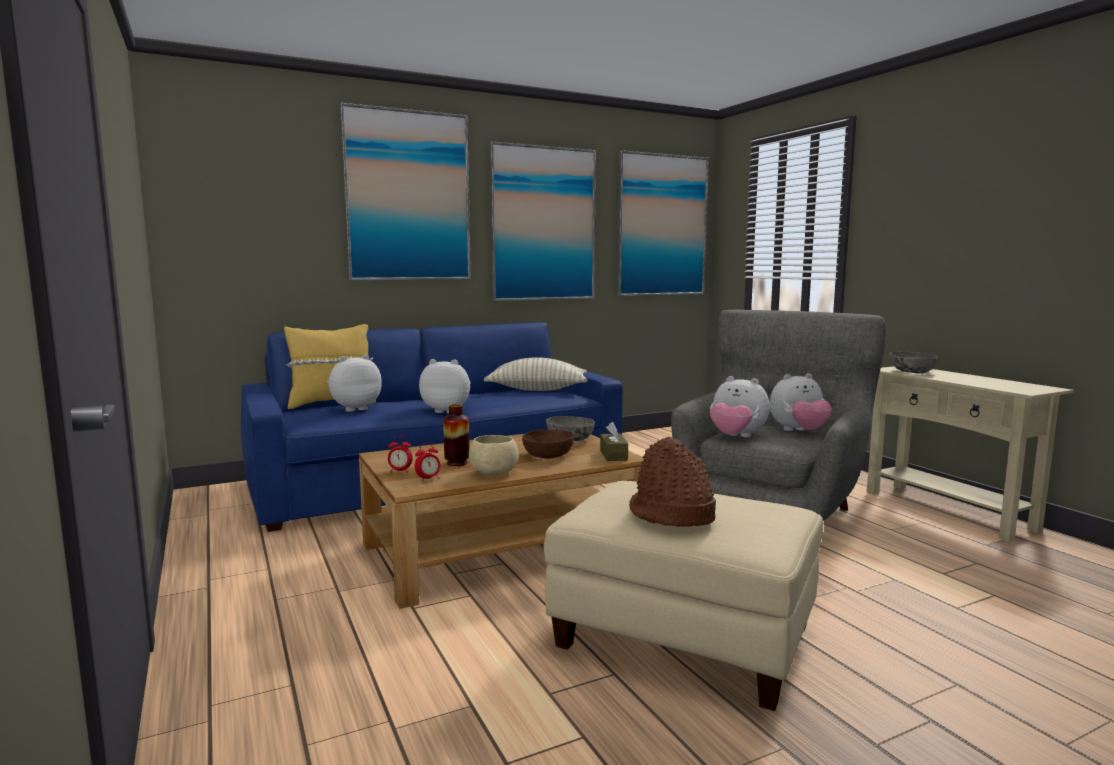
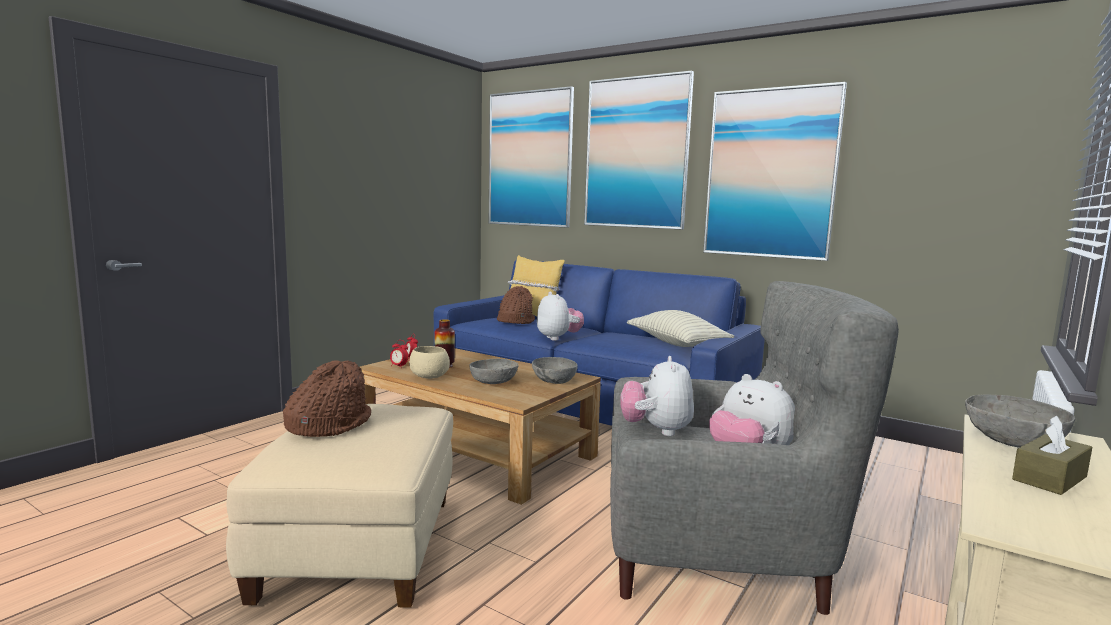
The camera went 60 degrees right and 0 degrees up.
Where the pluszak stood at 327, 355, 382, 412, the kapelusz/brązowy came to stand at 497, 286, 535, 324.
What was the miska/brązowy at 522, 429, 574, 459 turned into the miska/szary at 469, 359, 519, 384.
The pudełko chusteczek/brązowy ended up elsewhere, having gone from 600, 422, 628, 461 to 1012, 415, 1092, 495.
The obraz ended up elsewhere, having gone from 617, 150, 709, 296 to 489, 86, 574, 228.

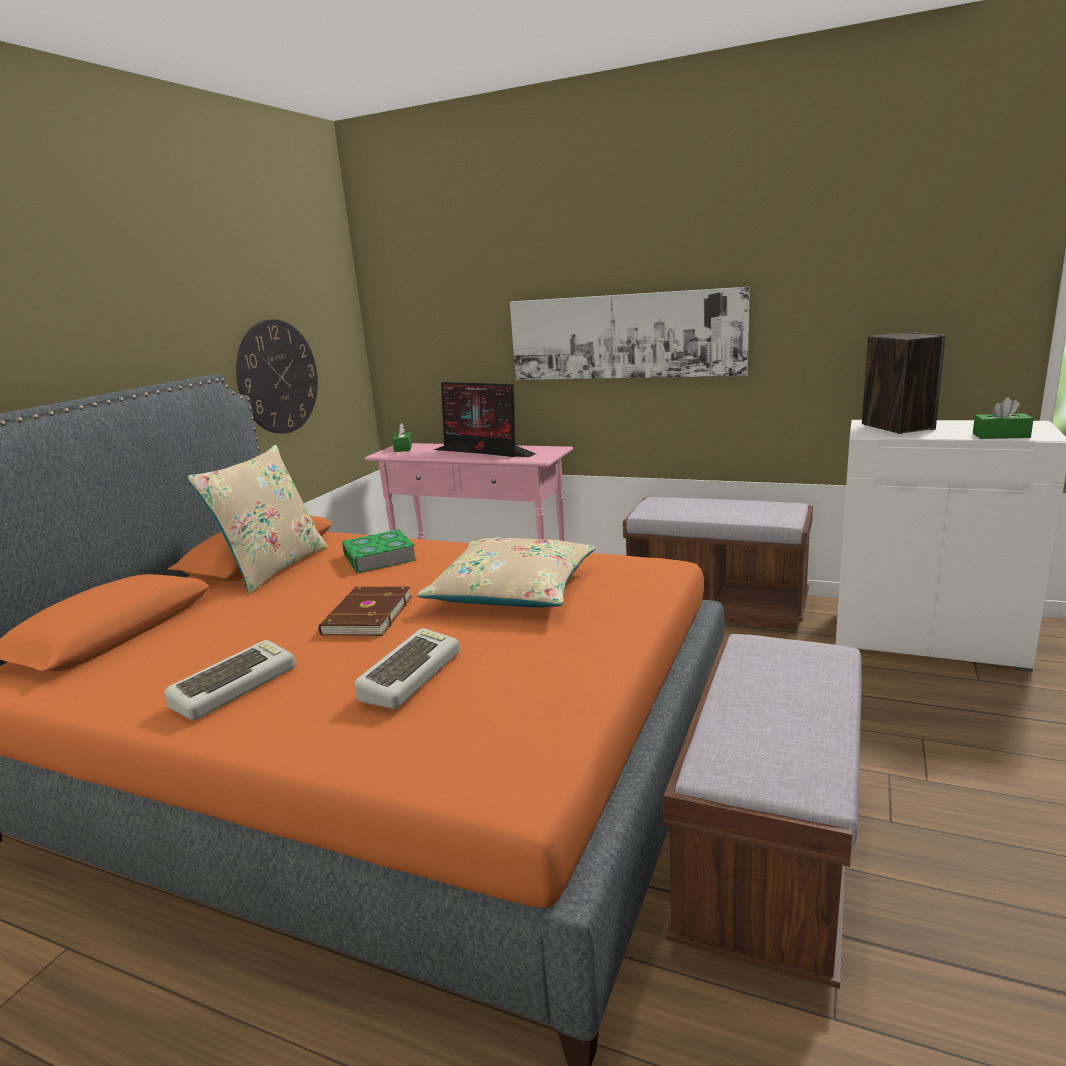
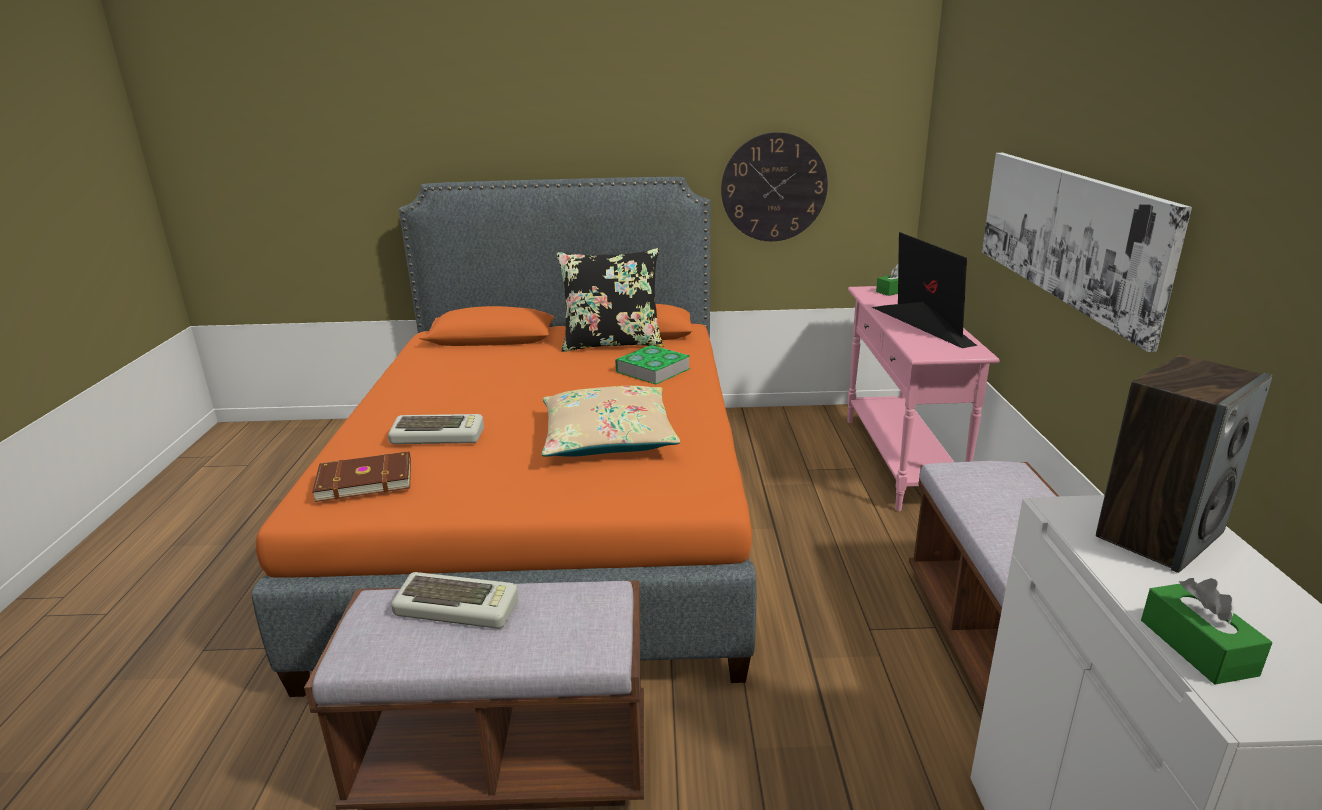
The camera went 65 degrees right and 5 degrees up.
The klawiatura ended up elsewhere, having gone from 164, 640, 295, 720 to 391, 572, 519, 629.
What was the poduszka/beżowy at 187, 445, 328, 594 turned into the poduszka/czarny at 557, 248, 663, 352.
The książka/brązowy ended up elsewhere, having gone from 318, 587, 412, 636 to 312, 451, 411, 502.
The monitor at 434, 382, 536, 457 ended up facing another way, 150 degrees clockwise from before.

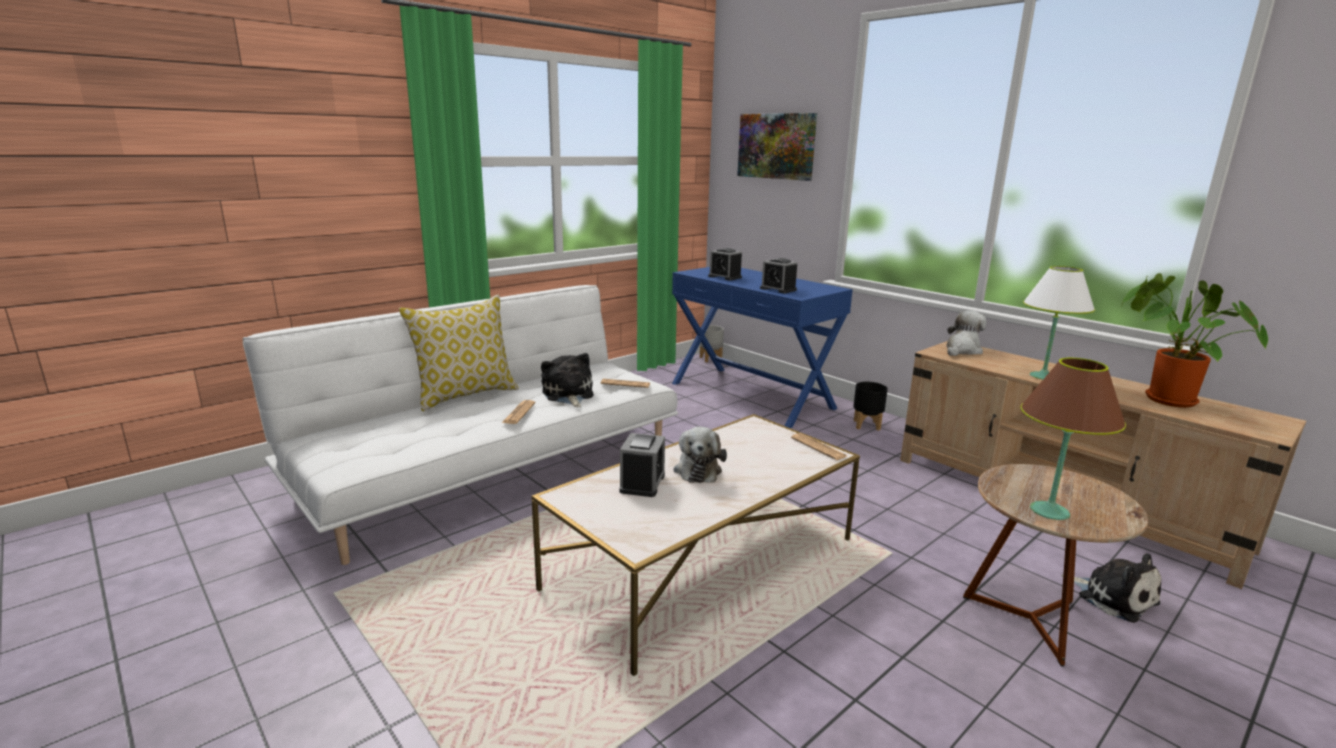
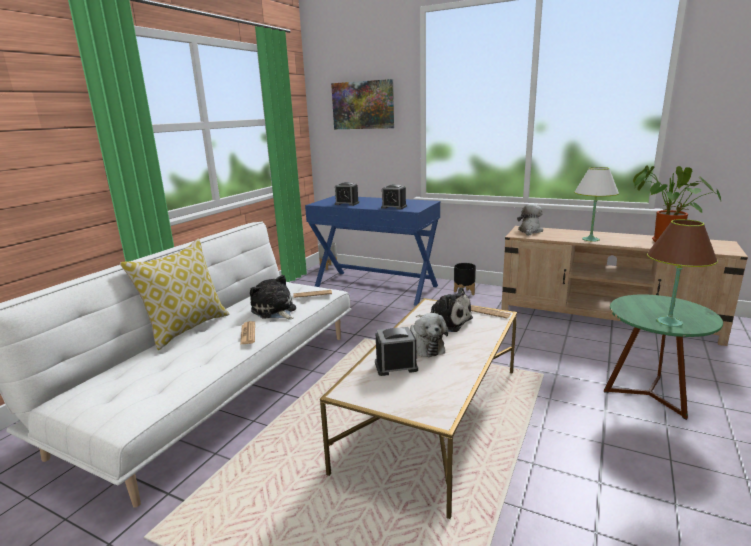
The camera went 20 degrees left and 0 degrees up.
The budzik at 620, 433, 665, 497 ended up facing another way, 90 degrees counterclockwise from before.
What was the stolik/brązowy at 963, 464, 1148, 667 turned into the stolik/zielony at 604, 294, 723, 420.
The pluszak ended up elsewhere, having gone from 1061, 553, 1162, 623 to 416, 288, 473, 332.

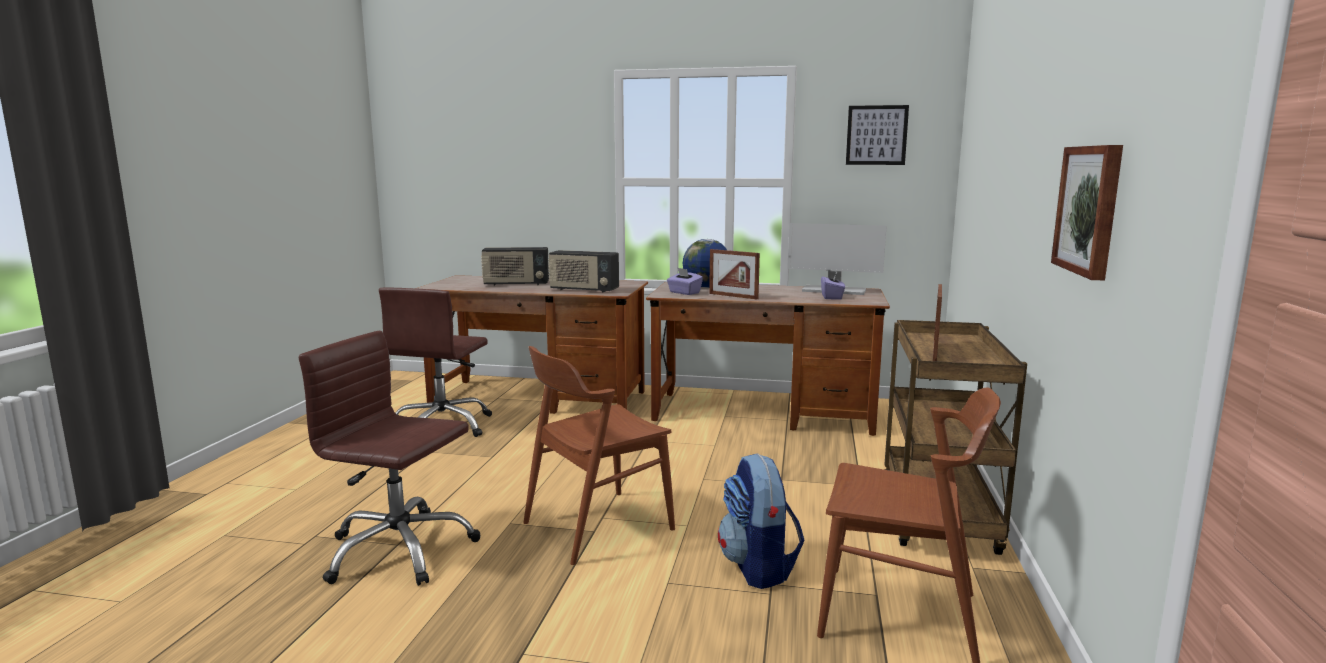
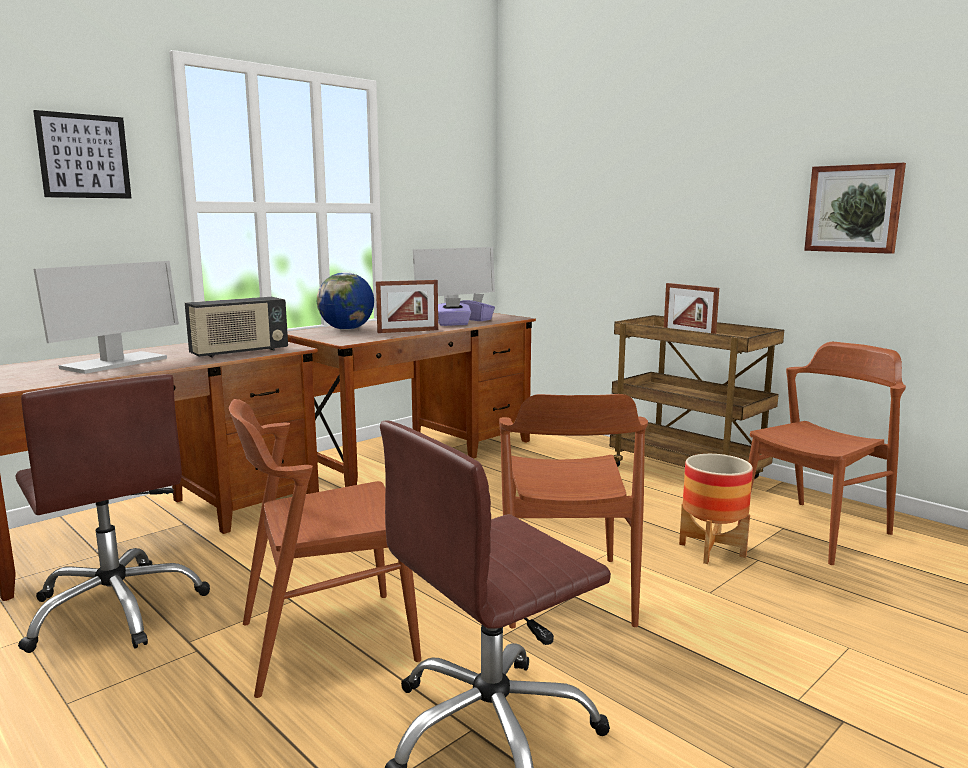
The camera went 55 degrees left and 0 degrees up.
Where the radio stood at 481, 247, 549, 286, the monitor came to stand at 34, 261, 179, 374.
The pudełko chusteczek/fioletowy ended up elsewhere, having gone from 667, 267, 703, 295 to 438, 298, 471, 326.
Where the plecak stood at 718, 454, 805, 589, the donica came to stand at 679, 454, 753, 564.
The obraz ended up elsewhere, having gone from 846, 105, 909, 165 to 33, 110, 131, 199.
The second view gained the krzesło/brązowy at 229, 399, 421, 698.

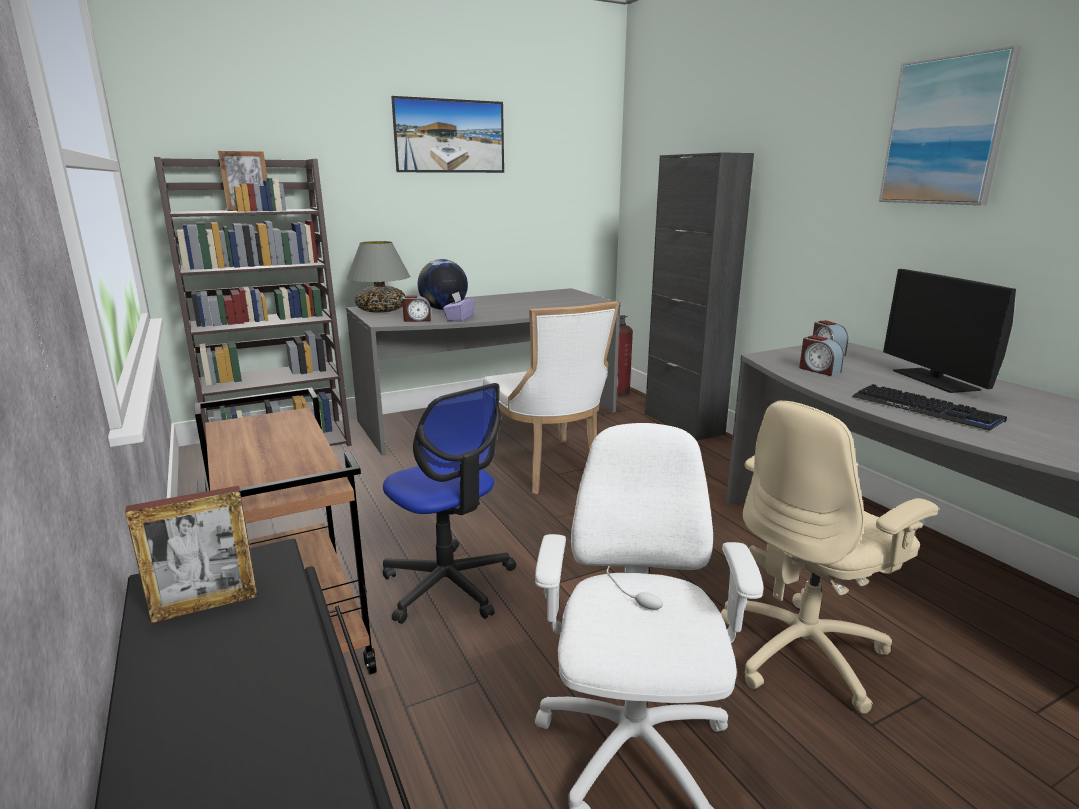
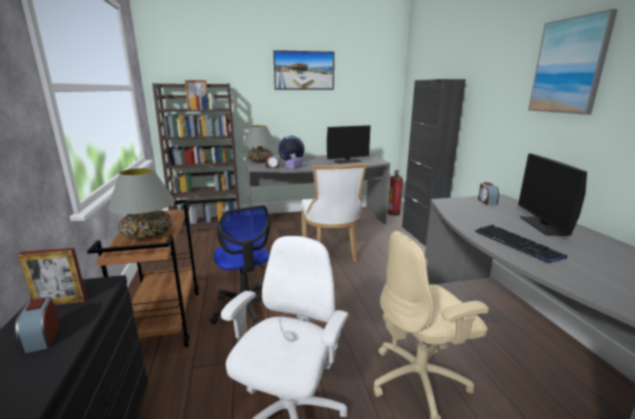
The camera went 15 degrees right and 0 degrees up.
The budzik ended up elsewhere, having gone from 799, 335, 844, 376 to 15, 297, 60, 354.
The second view gained the lampa stołowa/szary at 108, 168, 175, 239.
The second view gained the monitor at 327, 125, 371, 164.

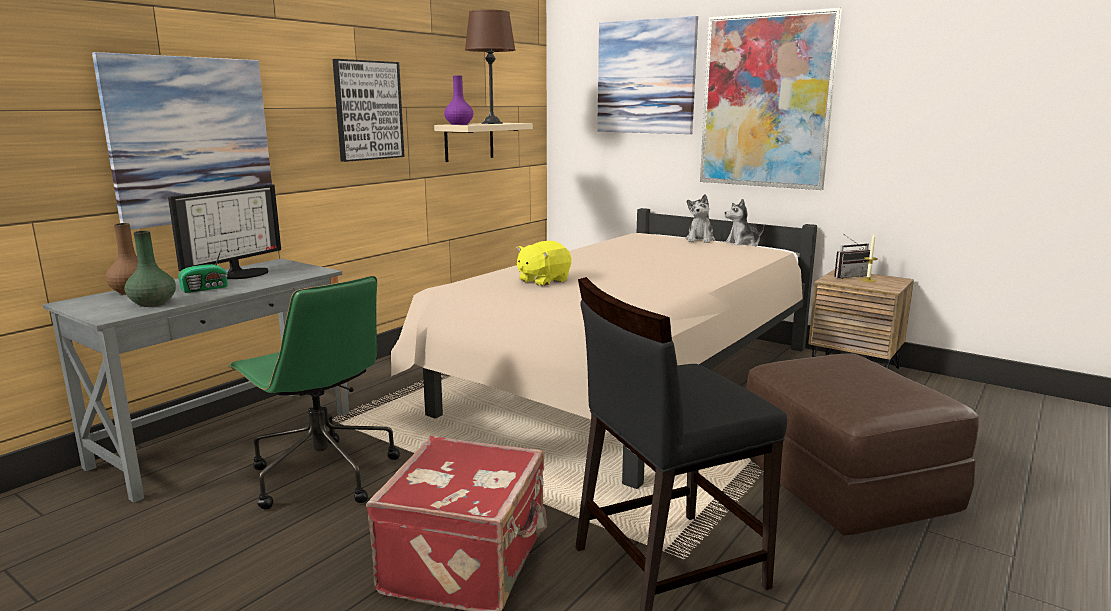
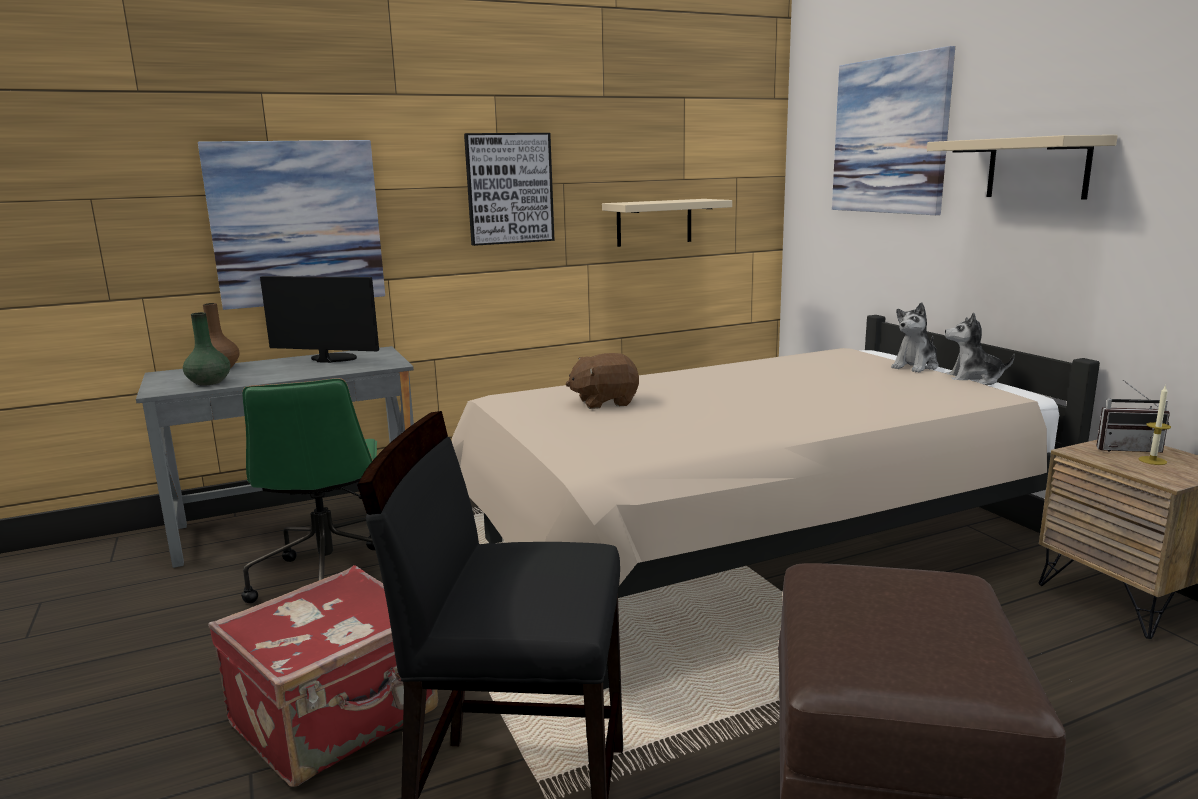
The camera went 30 degrees right and 0 degrees up.
The monitor at 168, 184, 281, 279 ended up facing another way, 135 degrees counterclockwise from before.
The second view lost the radio at 178, 244, 228, 293.
The second view lost the wazon/fioletowy at 444, 75, 473, 125.
The second view lost the lampa stołowa/brązowy at 465, 10, 515, 124.
What was the pluszak/żółty at 516, 241, 571, 286 turned into the pluszak/brązowy at 566, 353, 639, 409.
Where the obraz hung at 700, 8, 842, 190, the półka/beżowy came to hang at 927, 135, 1118, 200.

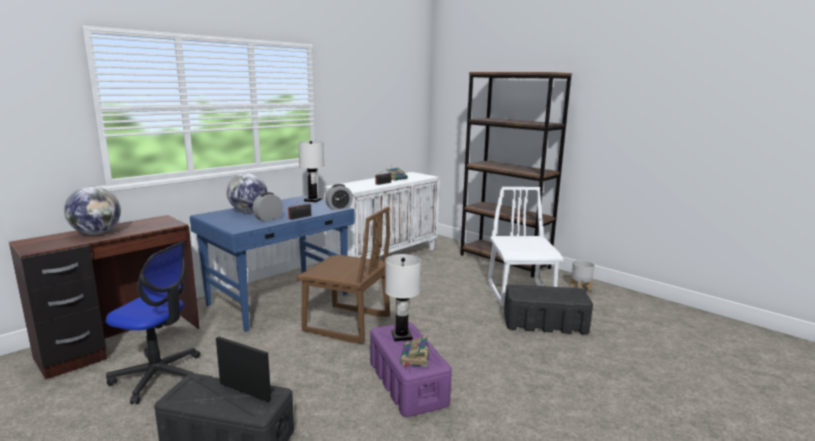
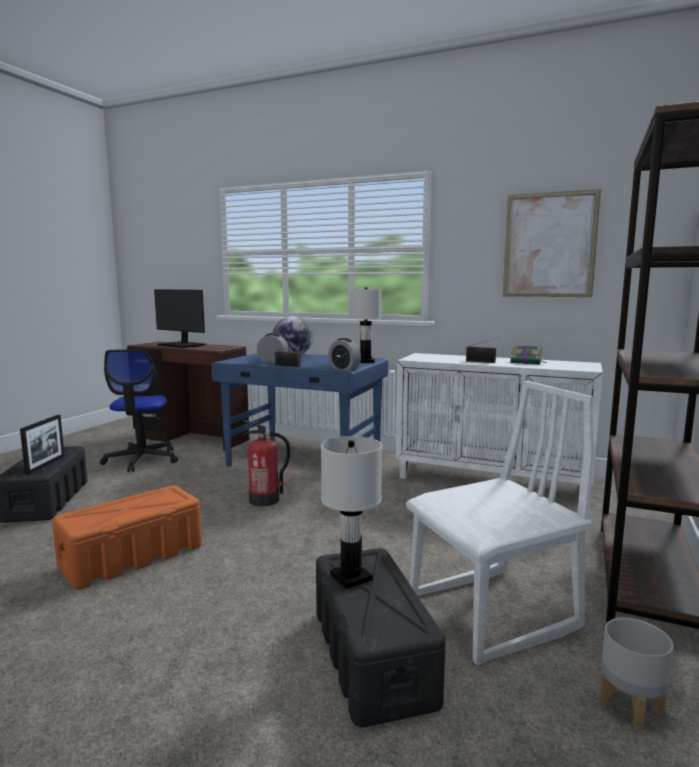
The camera went 70 degrees right and 5 degrees down.
Where the globus stood at 64, 187, 121, 235, the monitor came to stand at 154, 289, 206, 348.
Where the krzesło/brązowy stood at 296, 207, 390, 343, the gaśnica came to stand at 243, 420, 290, 507.
What was the pojemnik do przechowywania/fioletowy at 370, 322, 452, 417 turned into the pojemnik do przechowywania/pomarańczowy at 52, 485, 202, 590.
The lampa stołowa/biały ended up elsewhere, having gone from 385, 254, 421, 341 to 321, 436, 382, 589.
The second view lost the książka at 400, 335, 430, 367.
The second view gained the obraz at 503, 189, 601, 297.

